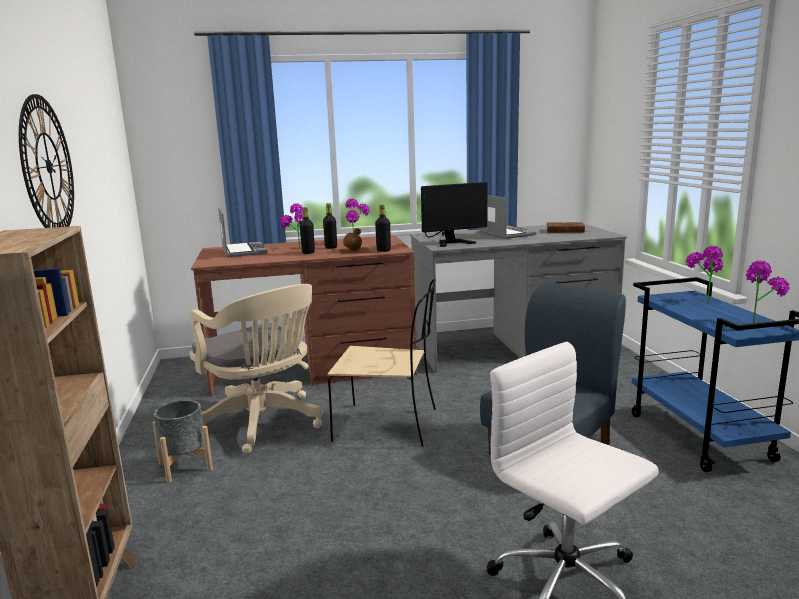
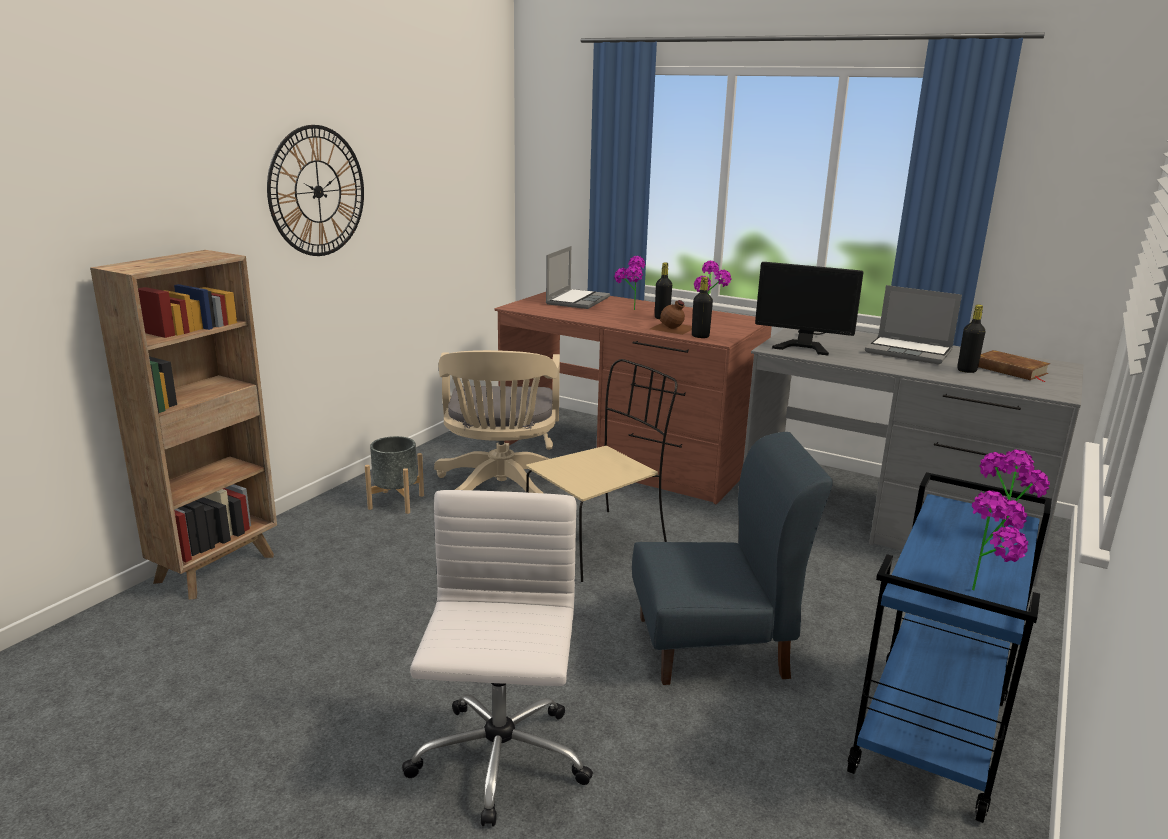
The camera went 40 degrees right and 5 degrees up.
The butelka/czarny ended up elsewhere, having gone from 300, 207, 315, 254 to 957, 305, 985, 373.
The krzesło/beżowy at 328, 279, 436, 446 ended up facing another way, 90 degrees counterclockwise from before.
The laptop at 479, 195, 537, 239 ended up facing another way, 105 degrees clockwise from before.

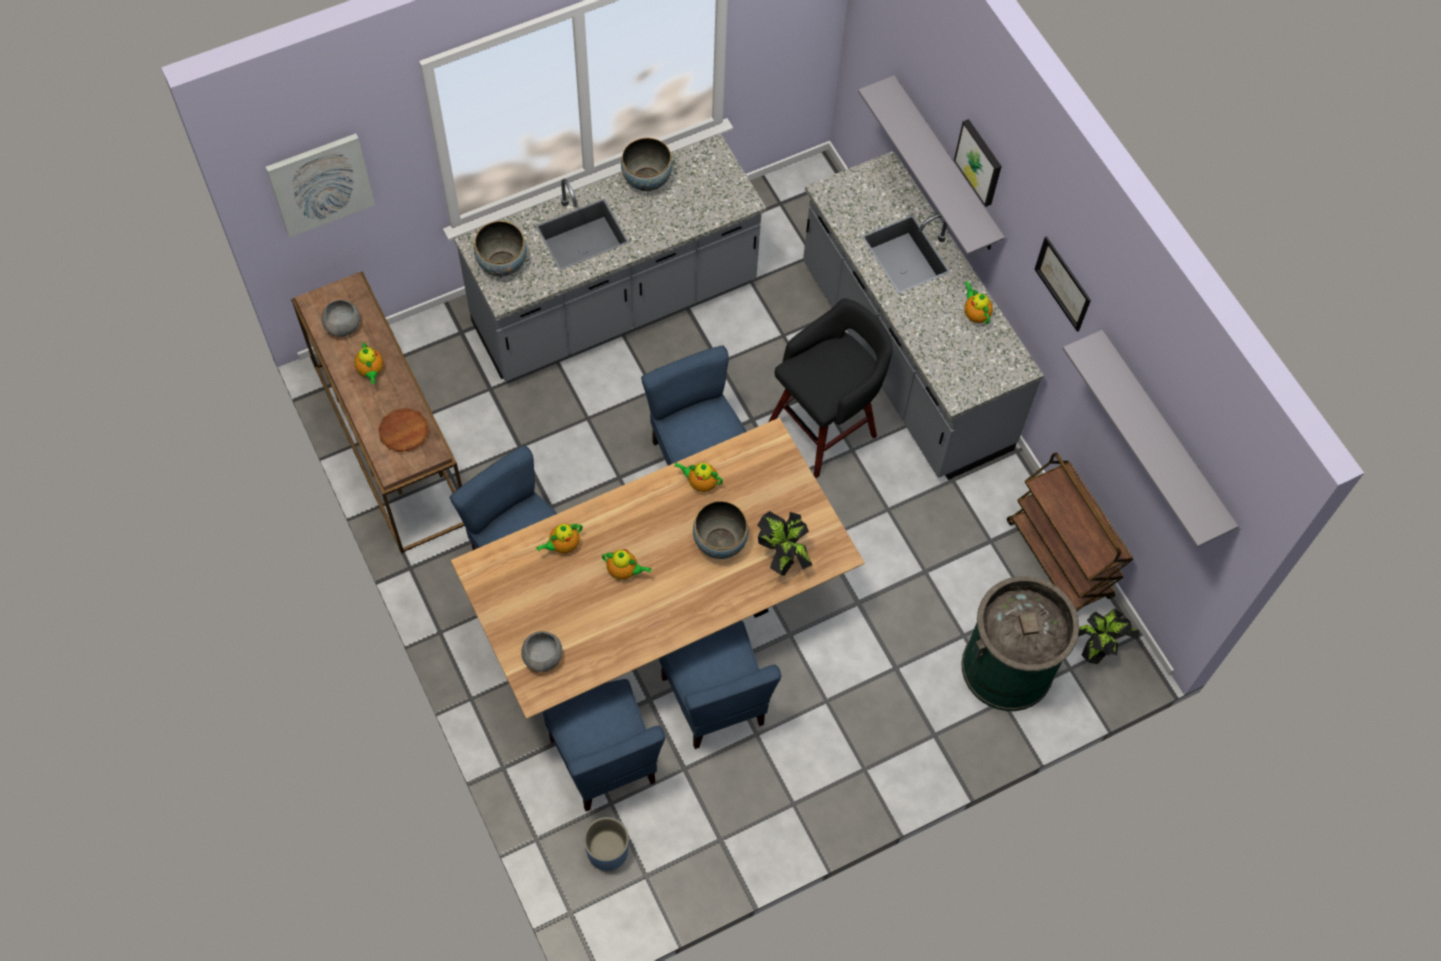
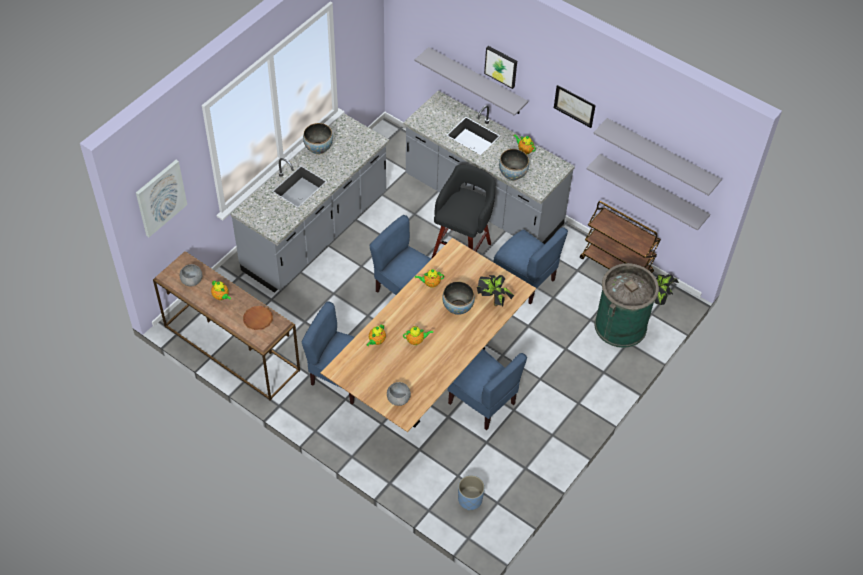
The camera went 25 degrees left and 10 degrees down.
The miska ended up elsewhere, having gone from 474, 221, 527, 276 to 499, 149, 529, 181.
The krzesło/niebieski ended up elsewhere, having gone from 543, 679, 665, 811 to 494, 227, 568, 305.
The second view gained the półka/szary at 587, 154, 710, 231.

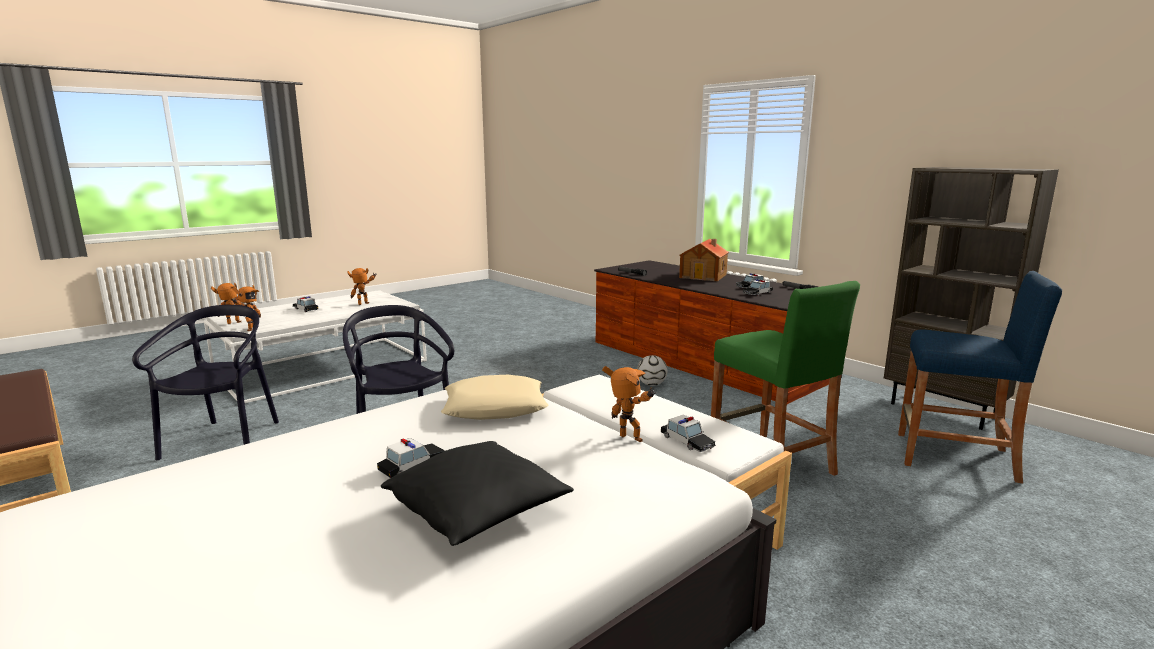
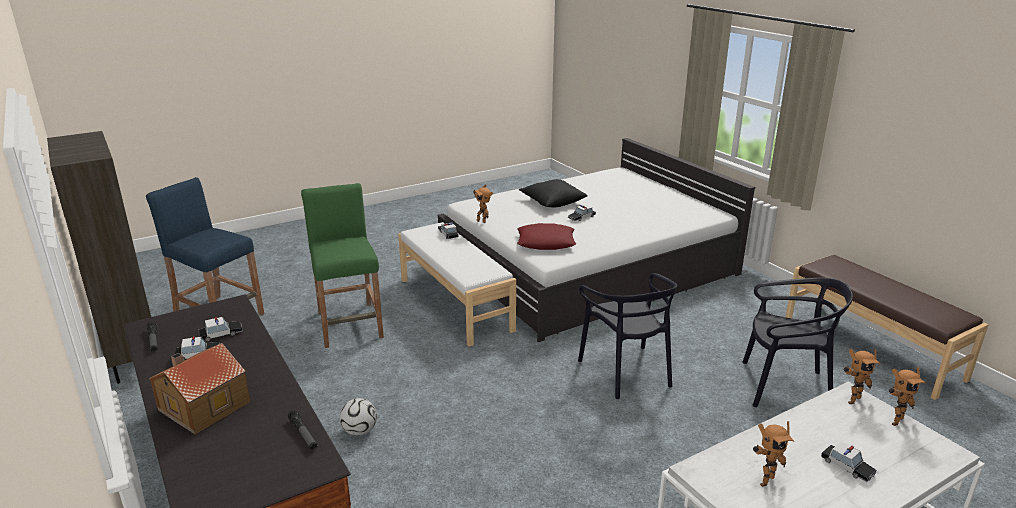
The camera went 170 degrees left and 10 degrees up.
The krzesło/czarny at 132, 305, 279, 461 ended up facing another way, 90 degrees counterclockwise from before.
The robot zabawkowy at 232, 285, 261, 331 ended up facing another way, 135 degrees counterclockwise from before.
What was the poduszka/beżowy at 441, 375, 548, 420 turned into the poduszka/czerwony at 517, 223, 576, 250.

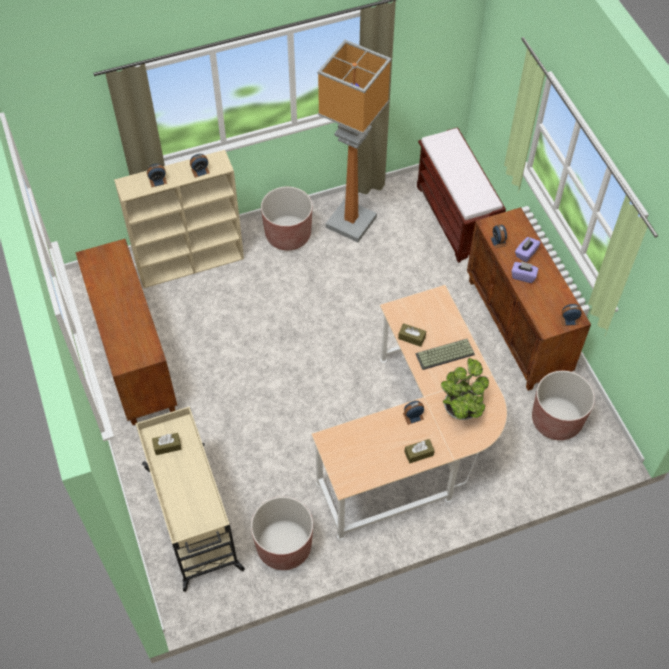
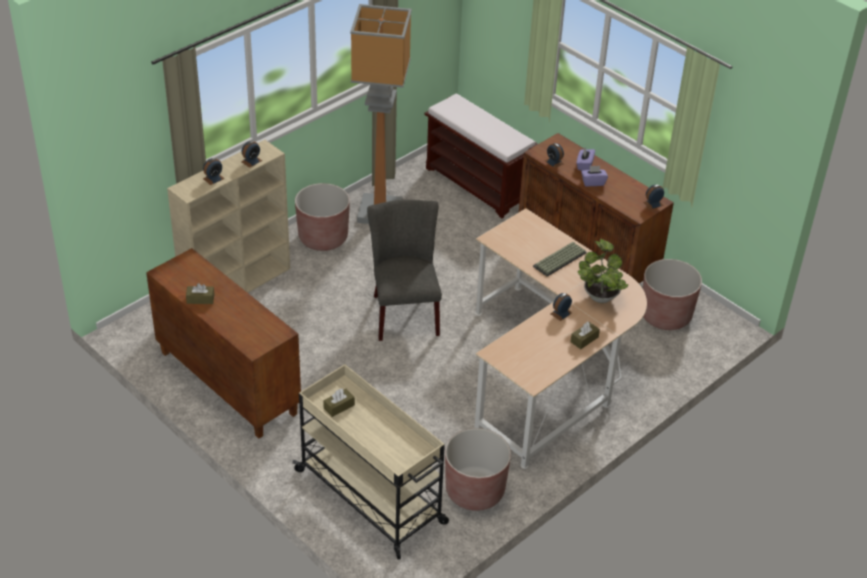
The camera went 25 degrees left and 15 degrees down.
The pudełko chusteczek/brązowy ended up elsewhere, having gone from 398, 323, 426, 347 to 186, 283, 214, 304.
The second view gained the krzesło/szary at 367, 200, 442, 341.

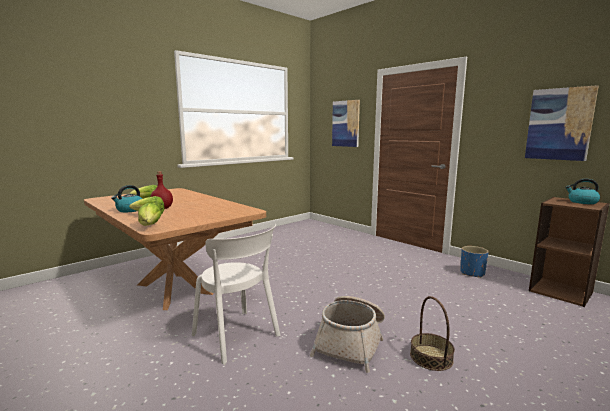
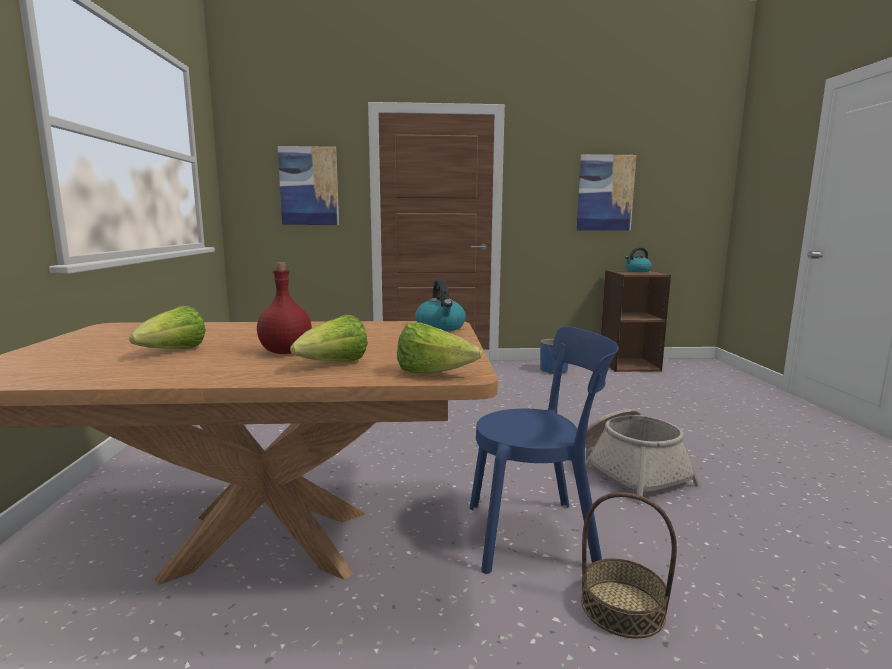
The camera went 50 degrees left and 0 degrees up.
The czajnik ended up elsewhere, having gone from 111, 185, 142, 212 to 415, 280, 466, 331.
What was the krzesło/biały at 192, 224, 280, 364 turned into the krzesło/niebieski at 470, 326, 619, 574.
The koszyk ended up elsewhere, having gone from 410, 296, 455, 371 to 581, 492, 677, 639.

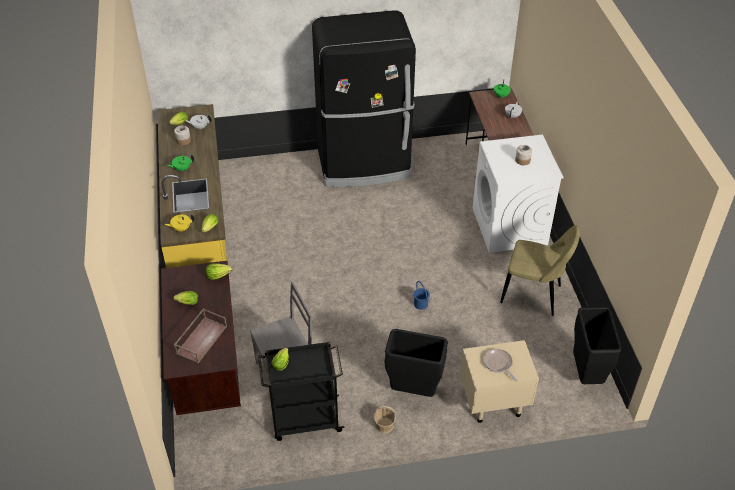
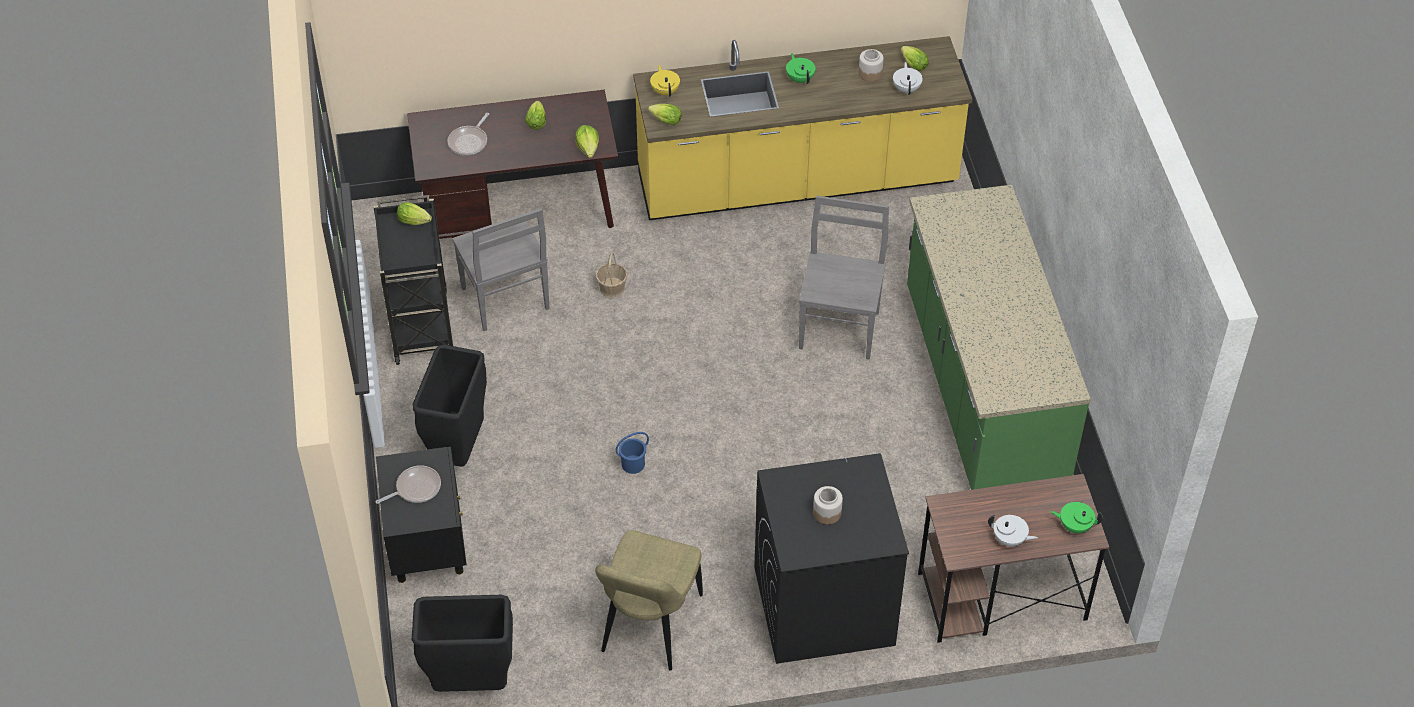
The camera went 90 degrees right and 5 degrees up.
Where the taca/brązowy stood at 174, 308, 227, 364, the patelnia came to stand at 448, 113, 489, 156.
Where the lodówka/czarny stood at 312, 10, 416, 187, the zabudowa kuchenna/zielony came to stand at 907, 185, 1091, 490.
The koszyk ended up elsewhere, having gone from 373, 406, 396, 433 to 596, 253, 627, 298.
What was the szafka nocna/beżowy at 460, 340, 539, 423 turned into the szafka nocna/czarny at 376, 447, 467, 583.
What was the pralka/biały at 473, 135, 564, 253 turned into the pralka/czarny at 754, 453, 909, 664.
The second view gained the krzesło/szary at 799, 196, 889, 360.

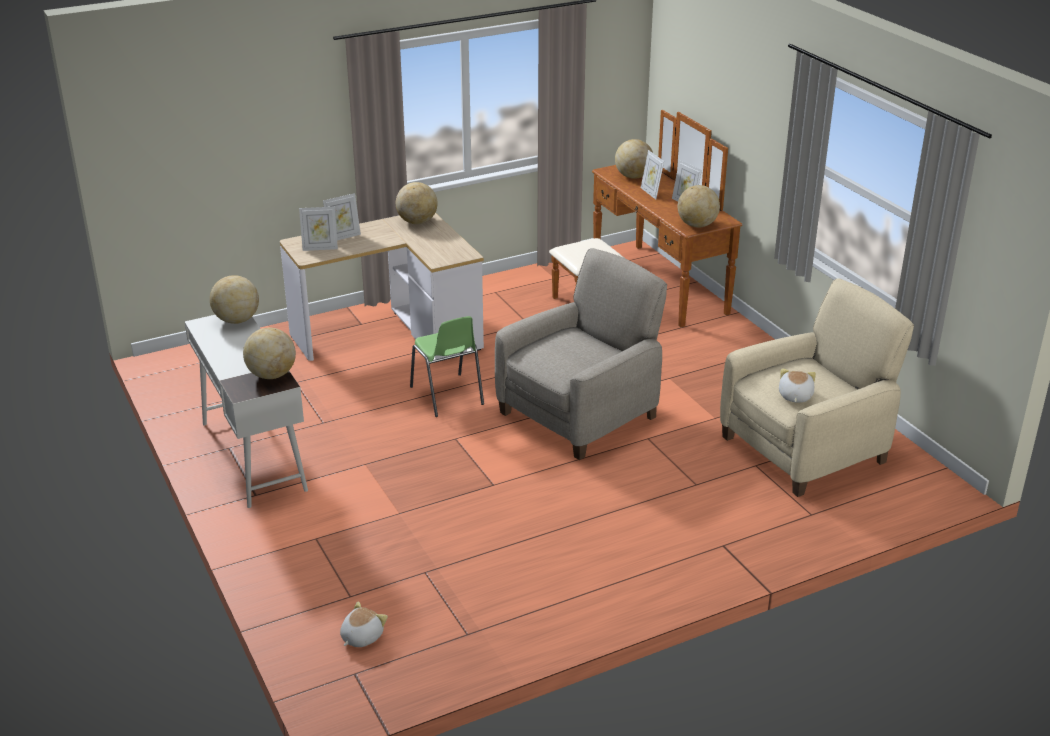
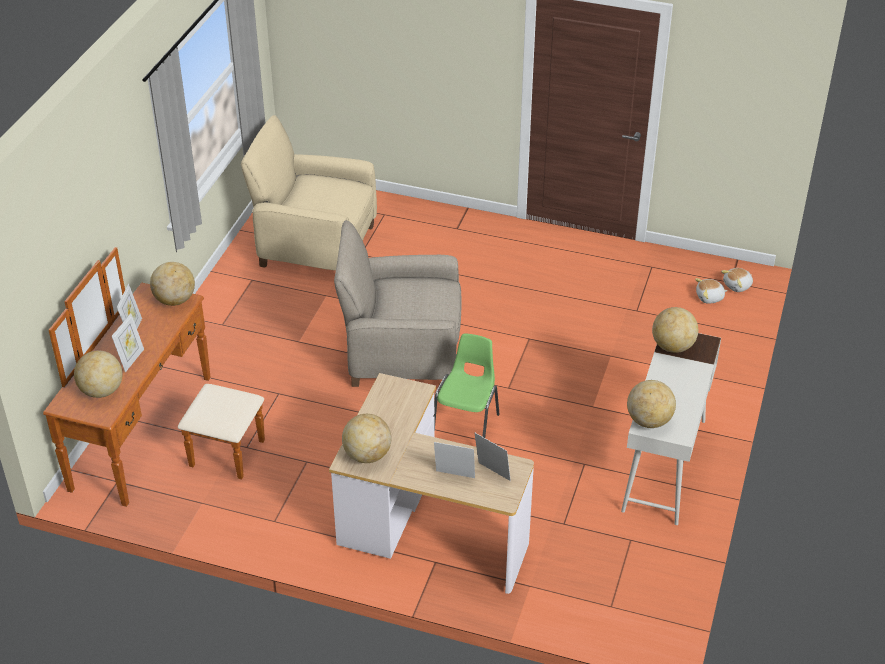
The camera went 135 degrees left and 10 degrees up.
The pluszak ended up elsewhere, having gone from 779, 368, 816, 403 to 721, 268, 753, 292.

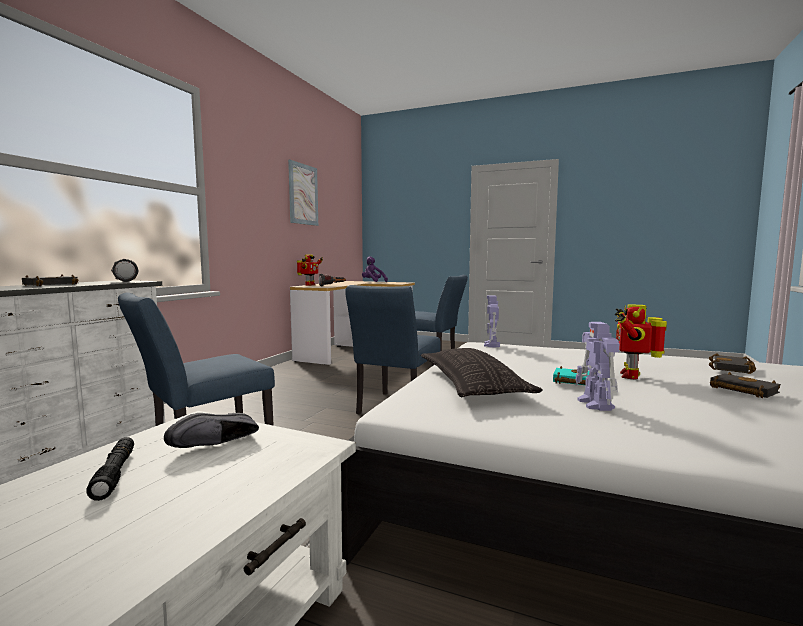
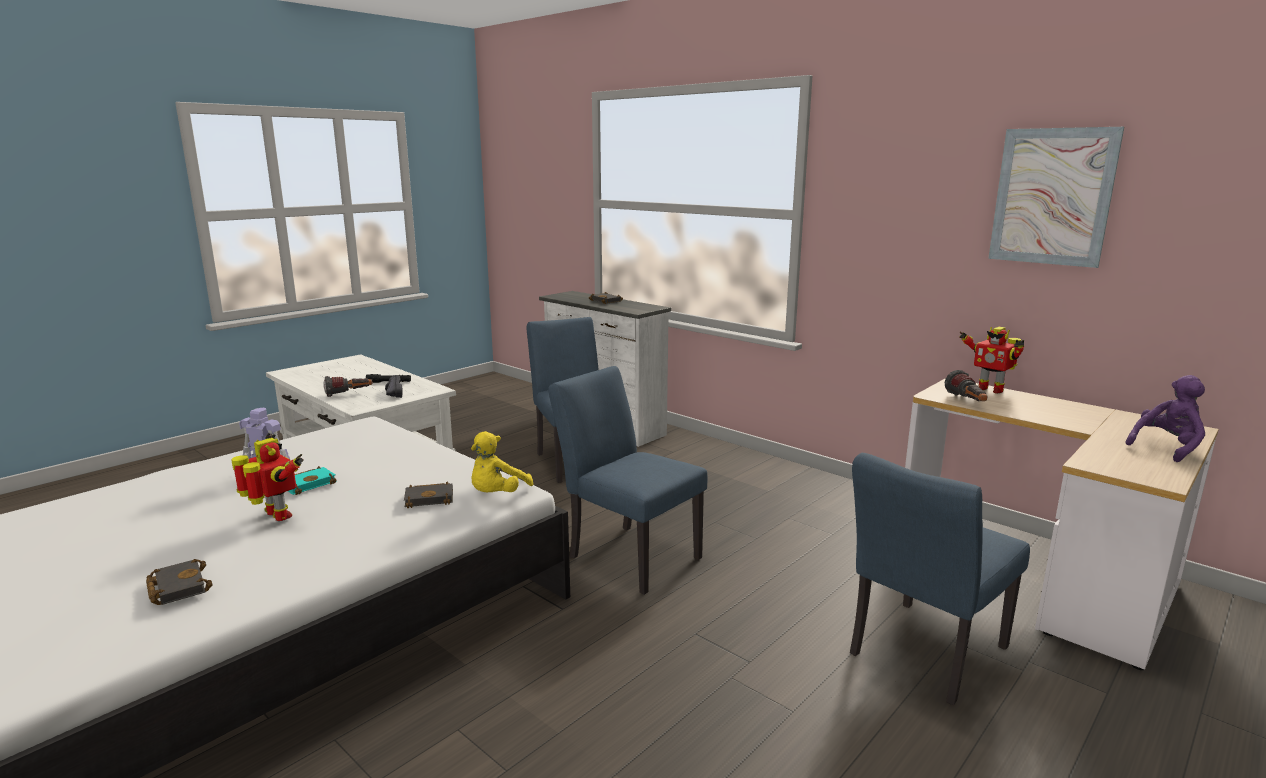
The camera went 110 degrees right and 10 degrees up.
The latarka ended up elsewhere, having gone from 111, 259, 139, 282 to 324, 376, 372, 397.
The second view lost the poduszka at 421, 348, 543, 397.
Where the robot zabawkowy stood at 484, 295, 500, 348, the pluszak/żółty came to stand at 471, 431, 533, 492.
The książka/czarny ended up elsewhere, having gone from 710, 372, 781, 398 to 404, 482, 453, 508.

